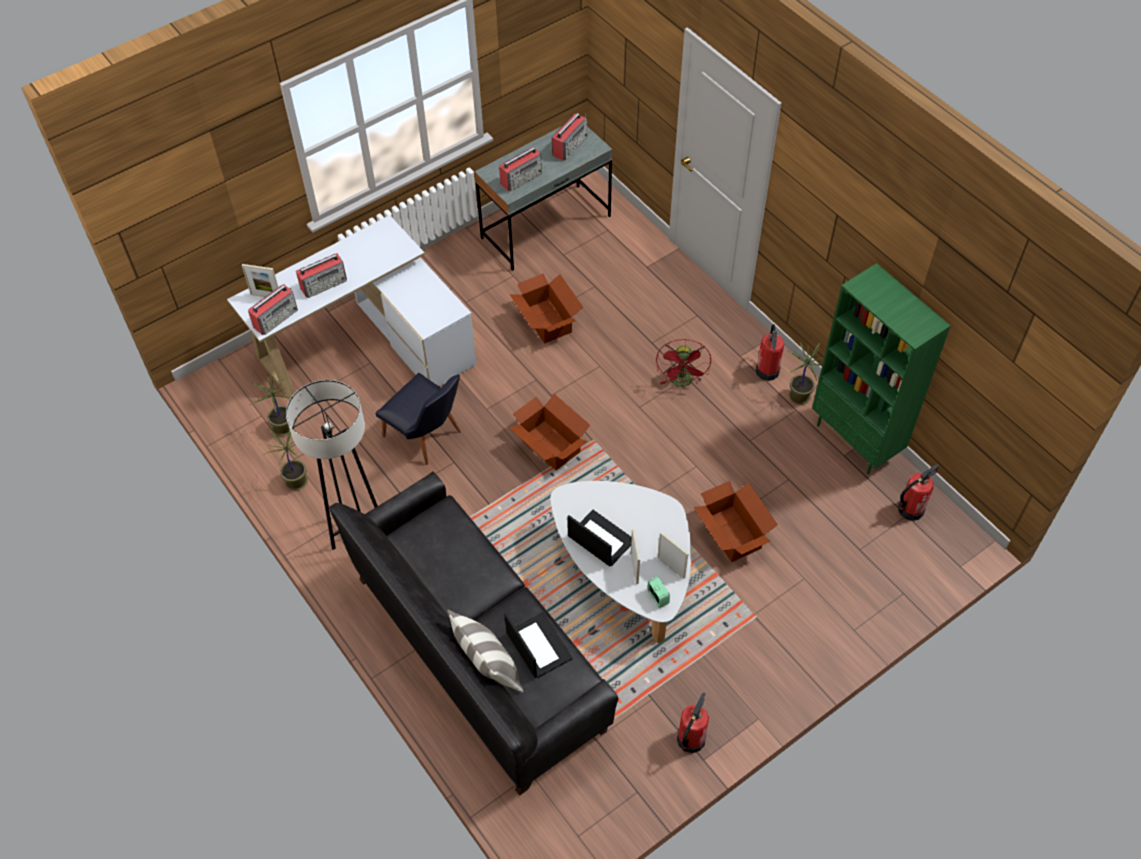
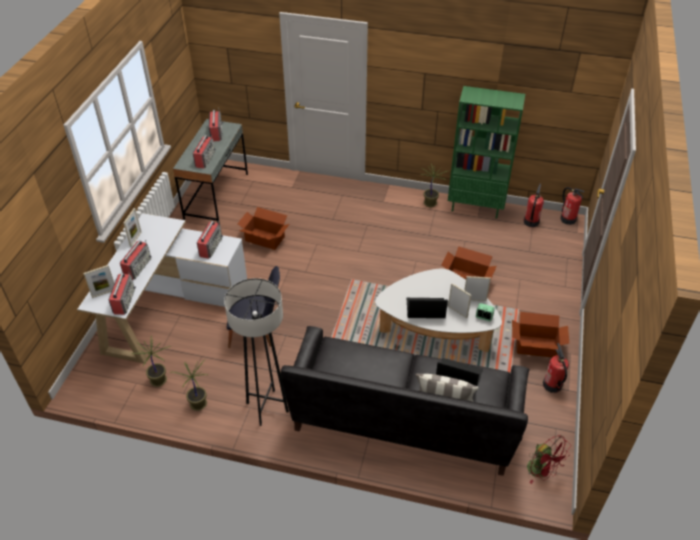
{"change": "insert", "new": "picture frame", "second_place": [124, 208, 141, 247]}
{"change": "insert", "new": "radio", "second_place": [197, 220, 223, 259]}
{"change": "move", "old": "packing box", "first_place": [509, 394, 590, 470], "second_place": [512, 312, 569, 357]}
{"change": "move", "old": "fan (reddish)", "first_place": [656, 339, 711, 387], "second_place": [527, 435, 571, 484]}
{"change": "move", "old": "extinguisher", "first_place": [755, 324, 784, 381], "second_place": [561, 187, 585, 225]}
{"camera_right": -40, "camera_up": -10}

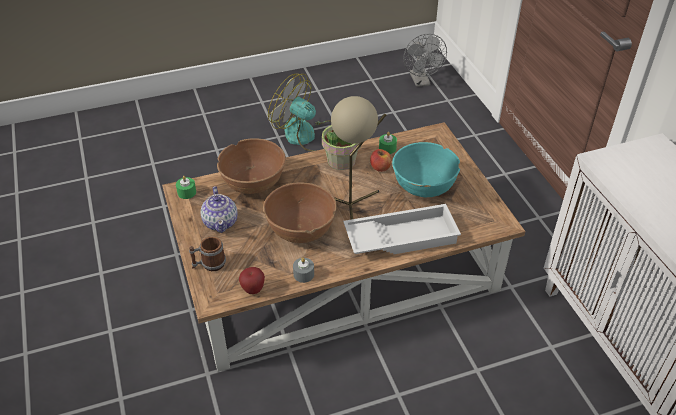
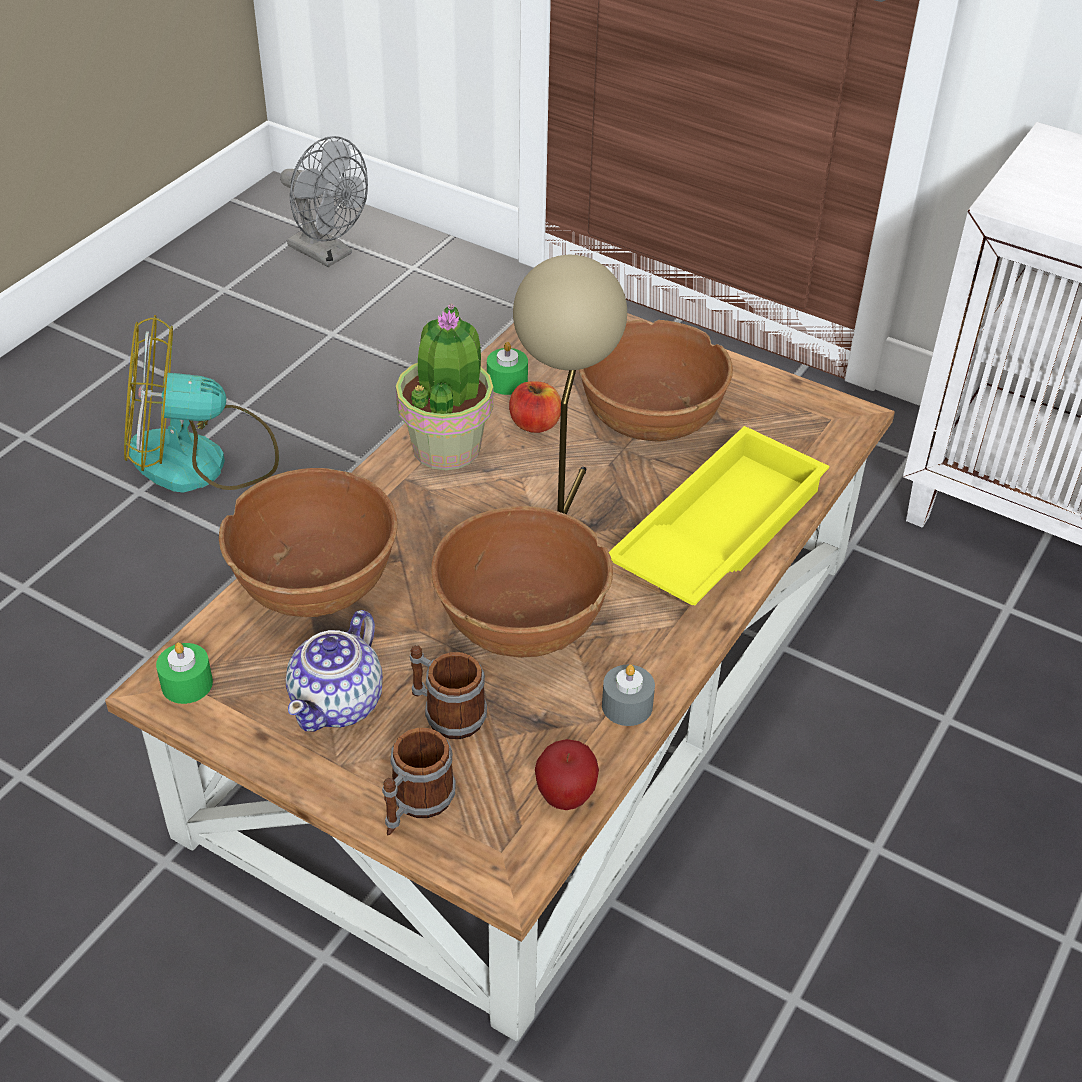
{"change": "rotate", "old": "teapot", "first_place": [200, 186, 238, 233], "second_place": [286, 610, 383, 732], "degrees": 75}
{"change": "insert", "new": "mug", "second_place": [410, 645, 487, 739]}
{"change": "recolor", "old": "serving bowl (blue-green)", "new": "serving bowl (brown)", "first_place": [392, 142, 460, 197], "second_place": [579, 320, 733, 442]}
{"change": "recolor", "old": "tray (white)", "new": "tray (yellow-coloured)", "first_place": [343, 204, 461, 254], "second_place": [609, 426, 829, 606]}
{"camera_right": -40, "camera_up": 0}

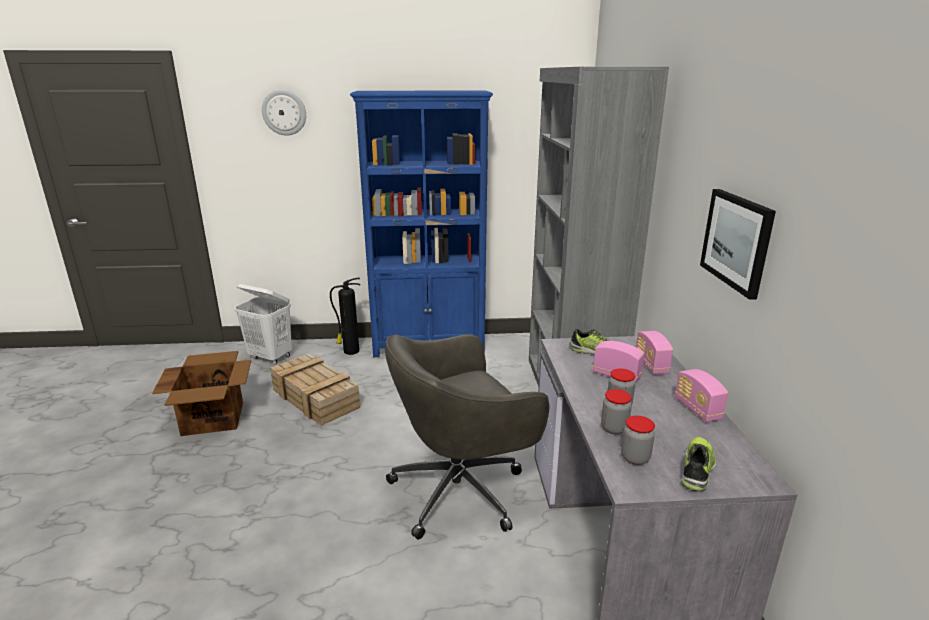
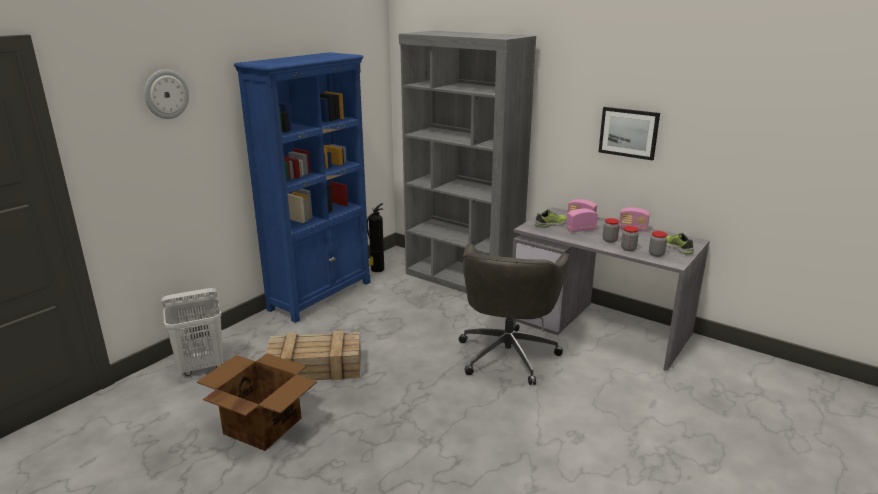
{"change": "move", "old": "extinguisher", "first_place": [330, 278, 360, 355], "second_place": [367, 203, 384, 272]}
{"camera_right": -50, "camera_up": 0}

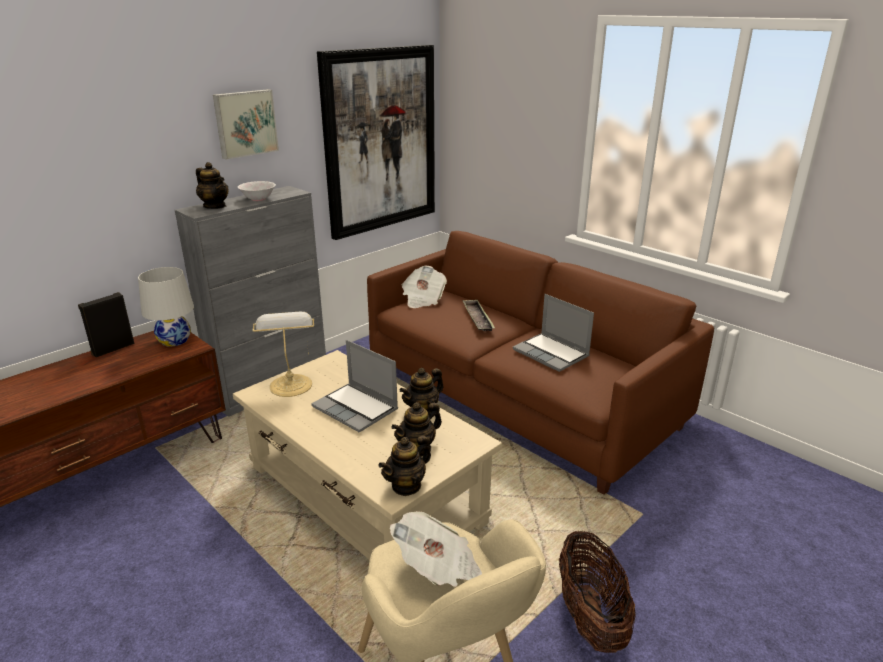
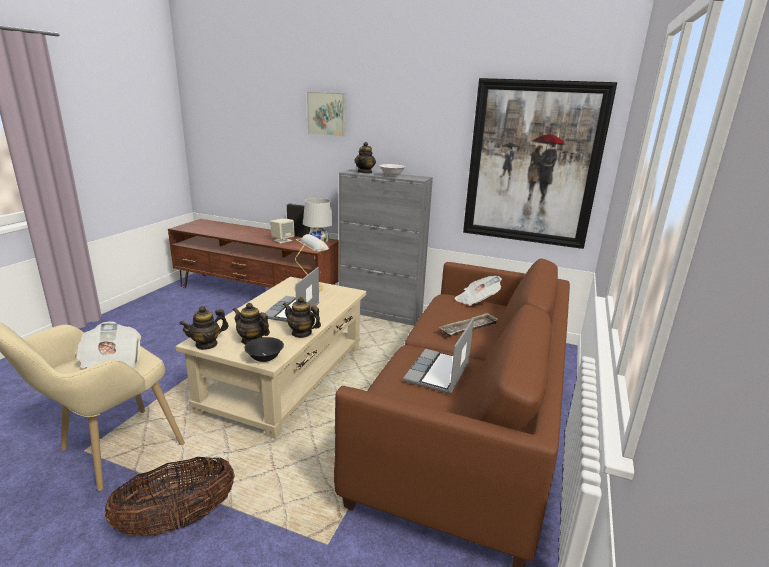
{"change": "rotate", "old": "teapot", "first_place": [378, 435, 431, 496], "second_place": [179, 306, 228, 350], "degrees": -60}
{"change": "insert", "new": "serving bowl (blackish)", "second_place": [244, 337, 284, 362]}
{"change": "insert", "new": "speaker (beige-coloured)", "second_place": [270, 218, 295, 243]}
{"change": "move", "old": "wall art", "first_place": [213, 89, 279, 160], "second_place": [307, 92, 346, 137]}
{"camera_right": 65, "camera_up": -5}

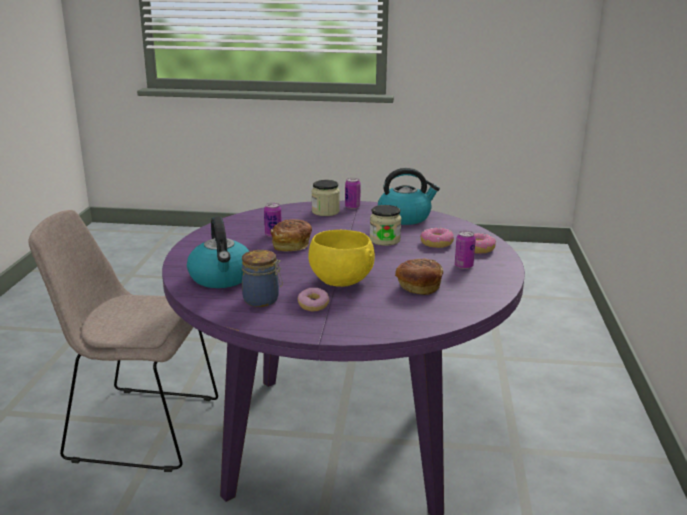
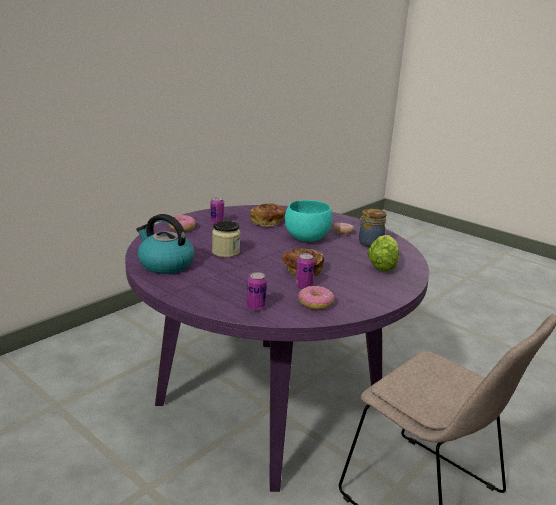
{"change": "move", "old": "can", "first_place": [345, 178, 361, 209], "second_place": [247, 272, 267, 311]}
{"change": "recolor", "old": "serving bowl (yellow-coloured)", "new": "serving bowl (blue-green)", "first_place": [308, 230, 375, 287], "second_place": [285, 200, 332, 242]}
{"change": "move", "old": "donut", "first_place": [420, 227, 454, 248], "second_place": [299, 286, 334, 310]}
{"change": "replace", "old": "tea kettle", "new": "lettuce", "first_place": [187, 217, 249, 288], "second_place": [367, 235, 399, 271]}
{"change": "delete", "old": "jar", "first_place": [312, 180, 340, 216]}
{"camera_right": -145, "camera_up": 0}

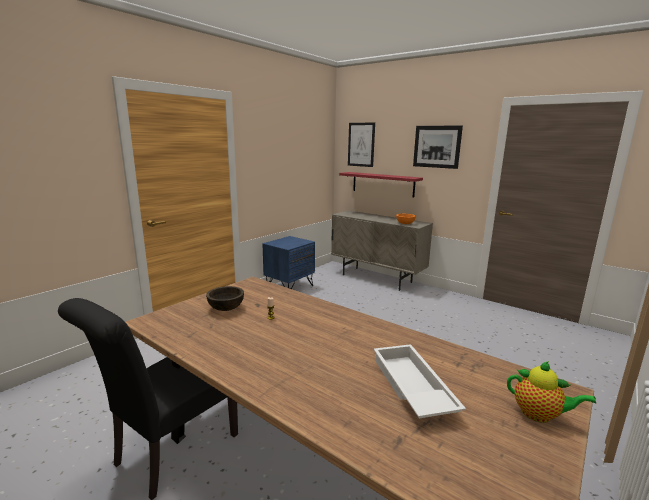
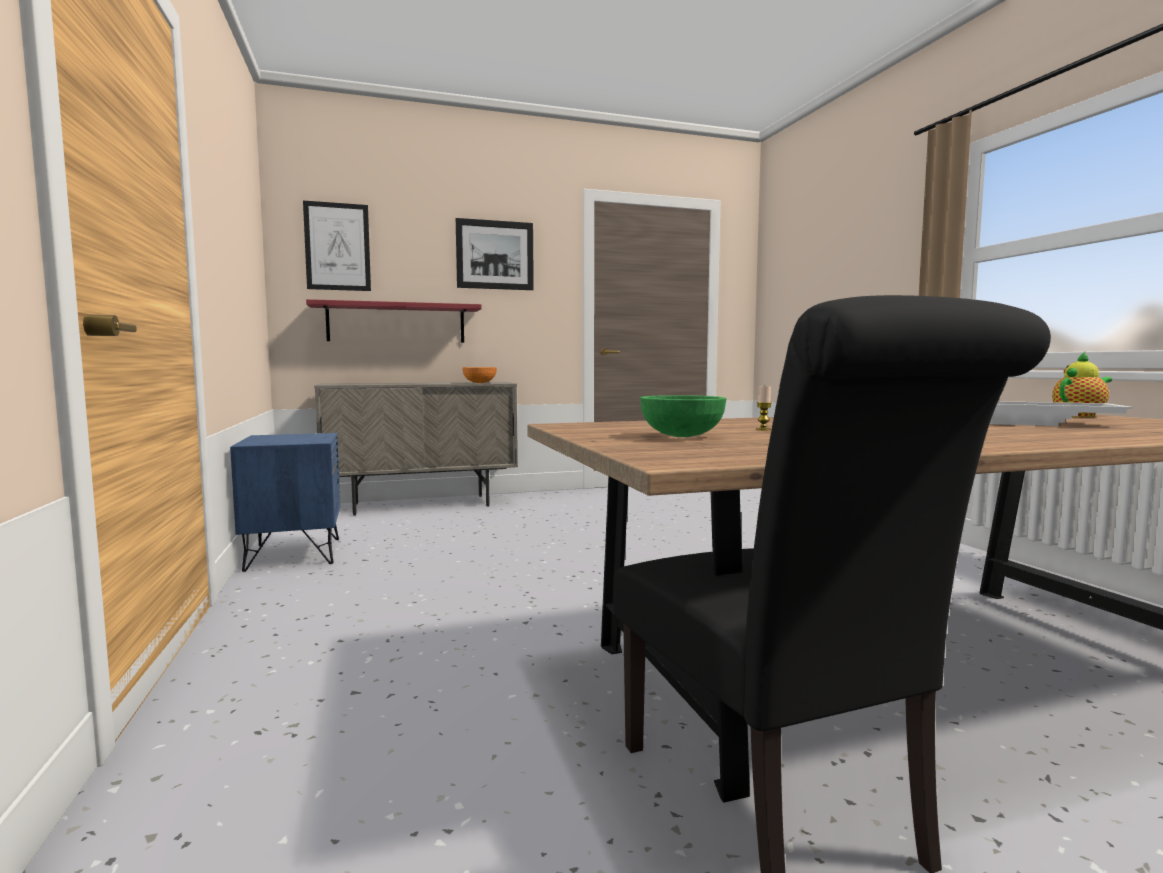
{"change": "recolor", "old": "serving bowl (brown)", "new": "serving bowl (greenish)", "first_place": [206, 286, 244, 311], "second_place": [640, 395, 727, 437]}
{"camera_right": -55, "camera_up": -10}

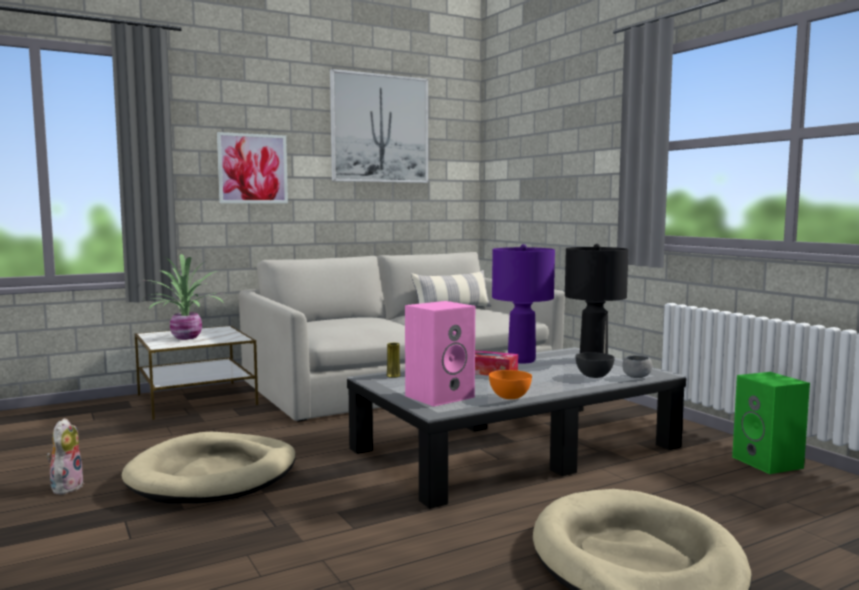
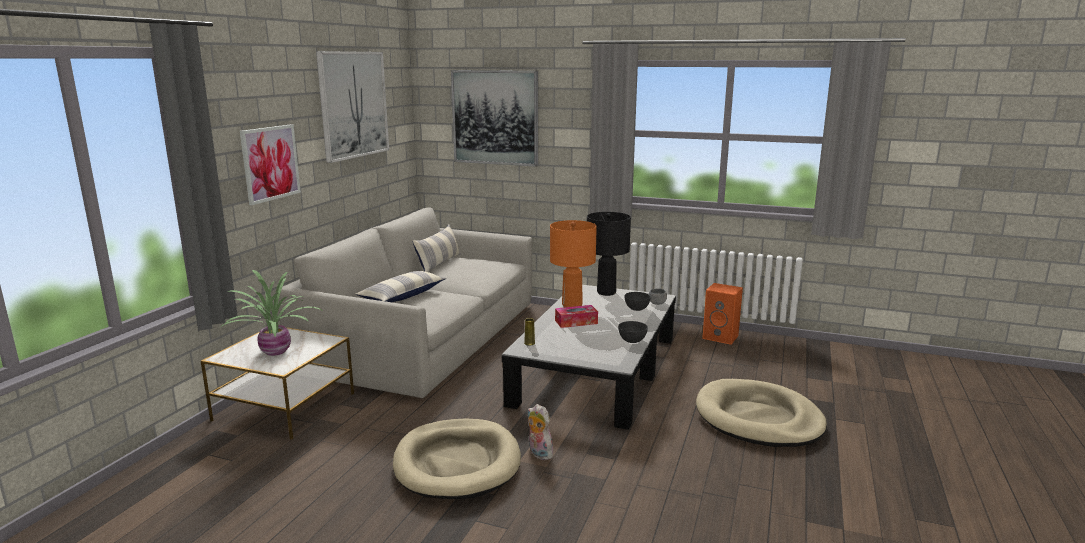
{"change": "insert", "new": "throw pillow", "second_place": [355, 271, 446, 302]}
{"change": "insert", "new": "wall art", "second_place": [451, 70, 538, 167]}
{"change": "move", "old": "soft toy", "first_place": [47, 418, 84, 495], "second_place": [528, 404, 554, 460]}
{"change": "recolor", "old": "lamp for a table (purple)", "new": "lamp for a table (orangey)", "first_place": [492, 244, 555, 363], "second_place": [550, 220, 597, 307]}
{"change": "recolor", "old": "serving bowl (orangey)", "new": "serving bowl (grey)", "first_place": [489, 370, 532, 399], "second_place": [618, 321, 648, 343]}
{"change": "recolor", "old": "speaker (greenish)", "new": "speaker (orangey)", "first_place": [732, 372, 810, 474], "second_place": [702, 283, 743, 345]}
{"change": "delete", "old": "speaker (pink-coloured)", "first_place": [405, 301, 475, 407]}
{"camera_right": -40, "camera_up": 10}

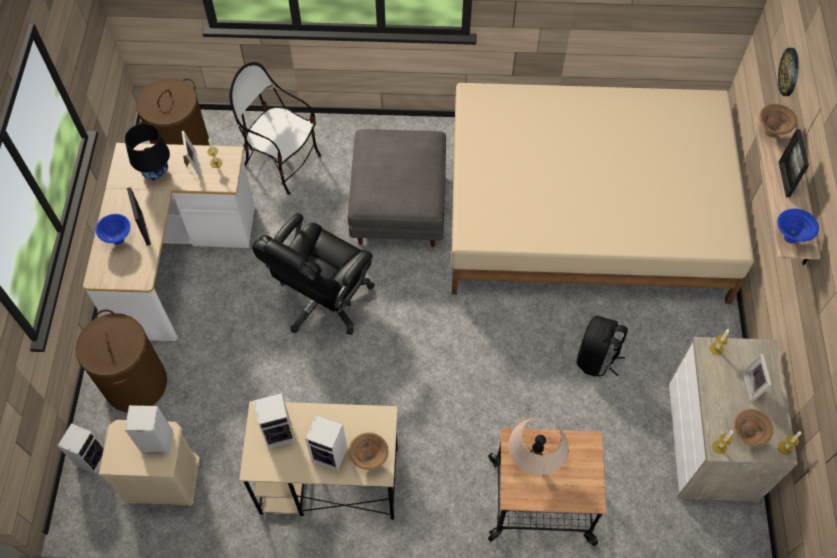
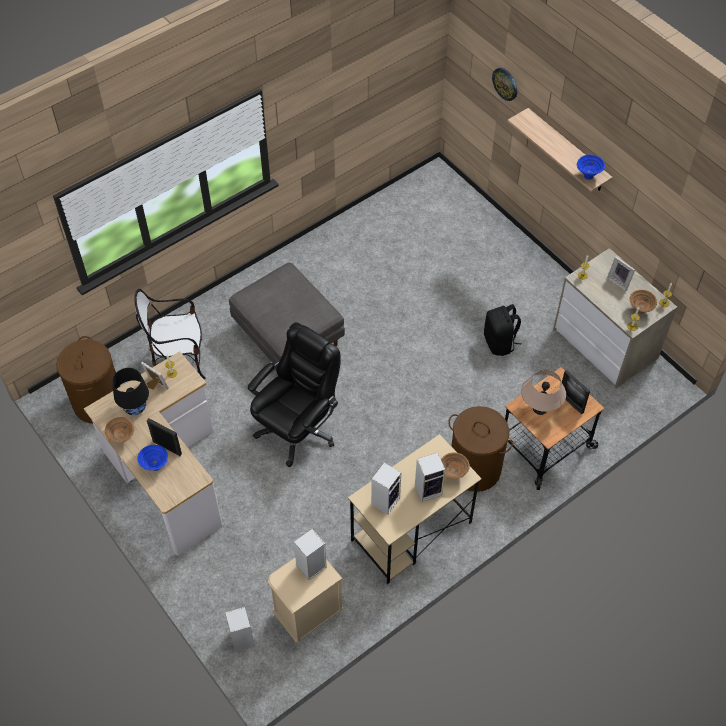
{"change": "move", "old": "serving bowl (brown)", "first_place": [759, 104, 797, 137], "second_place": [105, 417, 134, 443]}
{"change": "rotate", "old": "office chair (blackish)", "first_place": [252, 213, 375, 335], "second_place": [248, 322, 341, 467], "degrees": -135}
{"change": "move", "old": "hamper (brown)", "first_place": [75, 309, 167, 412], "second_place": [448, 406, 513, 492]}
{"change": "move", "old": "picture frame", "first_place": [778, 129, 809, 197], "second_place": [562, 370, 590, 414]}
{"change": "delete", "old": "bed (beige-coloured)", "first_place": [451, 83, 754, 304]}
{"camera_right": -40, "camera_up": -5}

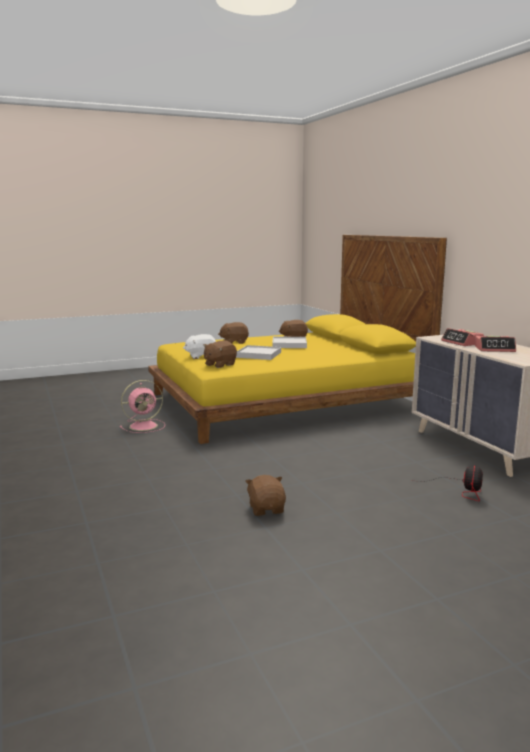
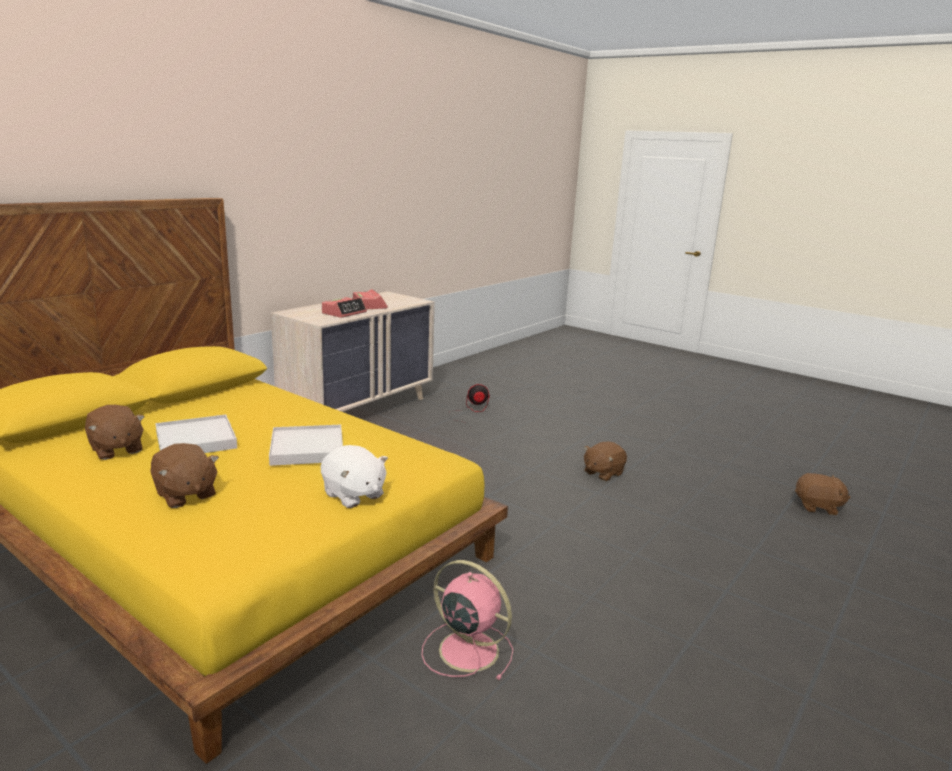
{"change": "move", "old": "soft toy (brown)", "first_place": [203, 340, 237, 368], "second_place": [795, 473, 851, 515]}
{"camera_right": -120, "camera_up": 5}

